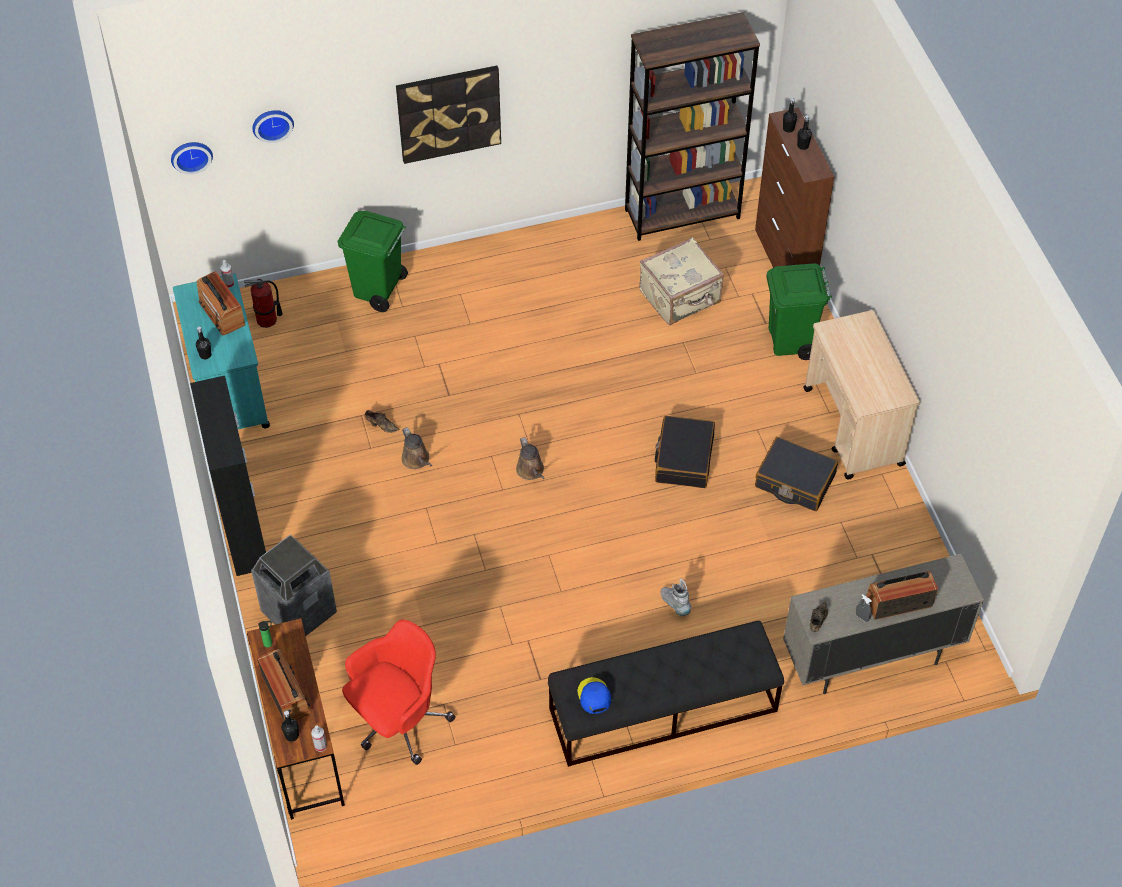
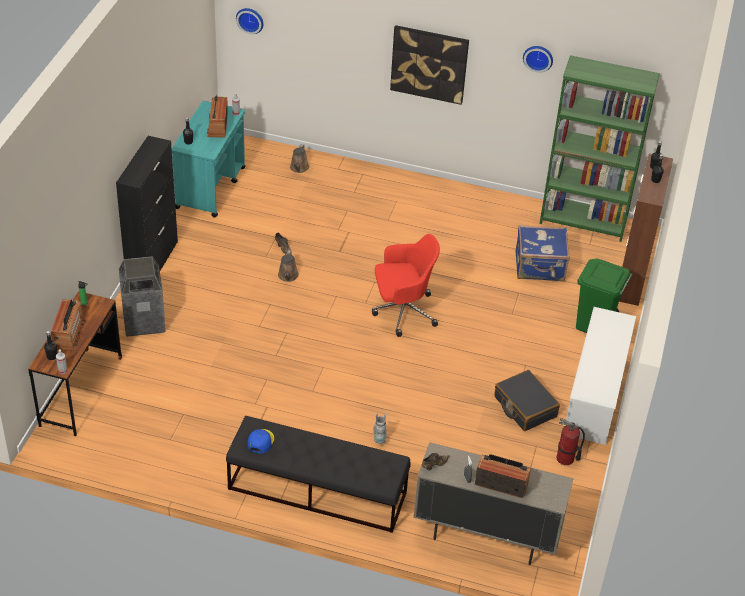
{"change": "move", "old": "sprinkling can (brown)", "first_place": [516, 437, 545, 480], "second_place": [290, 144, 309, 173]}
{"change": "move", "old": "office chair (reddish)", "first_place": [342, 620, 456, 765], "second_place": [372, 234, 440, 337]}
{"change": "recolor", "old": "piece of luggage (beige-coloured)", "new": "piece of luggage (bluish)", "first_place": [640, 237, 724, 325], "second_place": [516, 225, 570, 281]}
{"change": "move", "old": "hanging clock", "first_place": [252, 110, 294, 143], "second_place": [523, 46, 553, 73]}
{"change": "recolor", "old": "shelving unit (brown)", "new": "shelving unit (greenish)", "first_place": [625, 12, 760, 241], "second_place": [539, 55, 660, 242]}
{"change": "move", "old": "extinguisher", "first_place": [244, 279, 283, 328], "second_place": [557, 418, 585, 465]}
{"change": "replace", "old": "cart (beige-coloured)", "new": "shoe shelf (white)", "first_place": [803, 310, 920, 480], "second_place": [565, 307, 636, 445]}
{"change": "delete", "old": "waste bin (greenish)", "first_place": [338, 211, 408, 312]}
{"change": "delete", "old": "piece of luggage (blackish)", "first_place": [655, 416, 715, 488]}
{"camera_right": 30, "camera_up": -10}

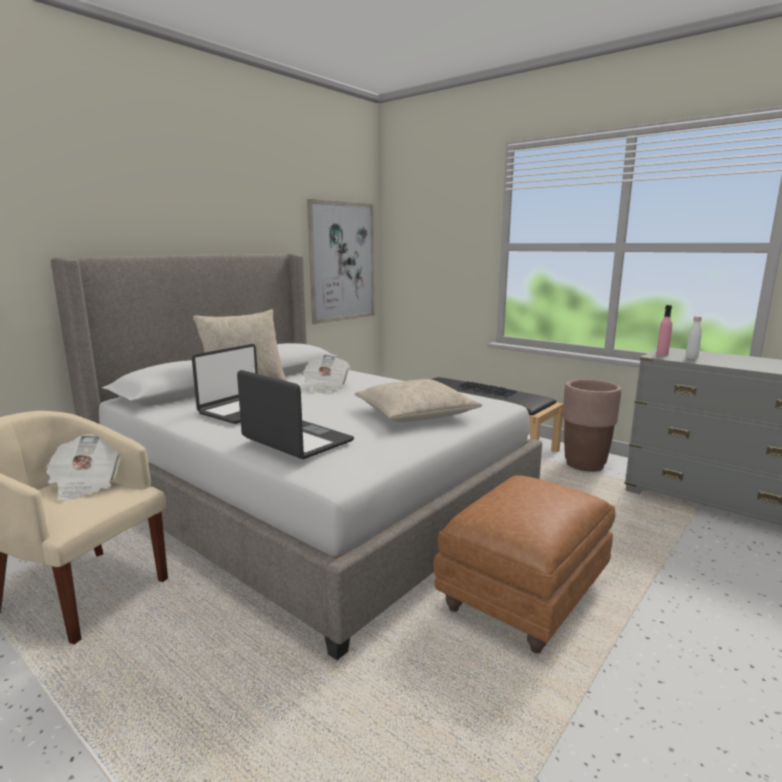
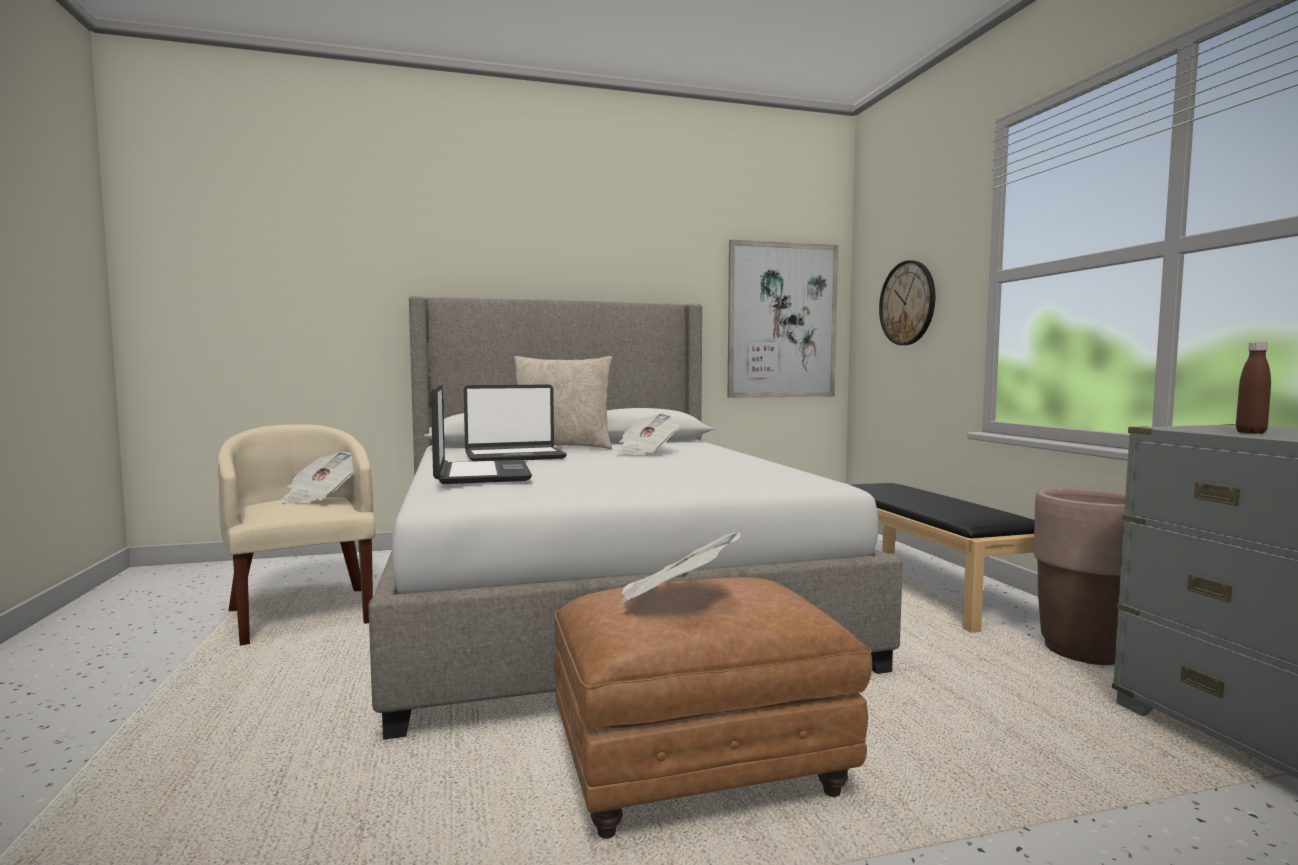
{"change": "insert", "new": "newspaper", "second_place": [622, 532, 741, 603]}
{"change": "insert", "new": "hanging clock", "second_place": [879, 260, 936, 345]}
{"change": "recolor", "old": "bottle (white)", "new": "bottle (brown)", "first_place": [686, 316, 702, 360], "second_place": [1236, 342, 1271, 434]}
{"change": "delete", "old": "throw pillow (beige-coloured)", "first_place": [355, 379, 483, 422]}
{"change": "delete", "old": "keyboard", "first_place": [458, 381, 516, 396]}
{"change": "delete", "old": "bottle (pink-coloured)", "first_place": [656, 305, 672, 355]}
{"camera_right": 35, "camera_up": -10}

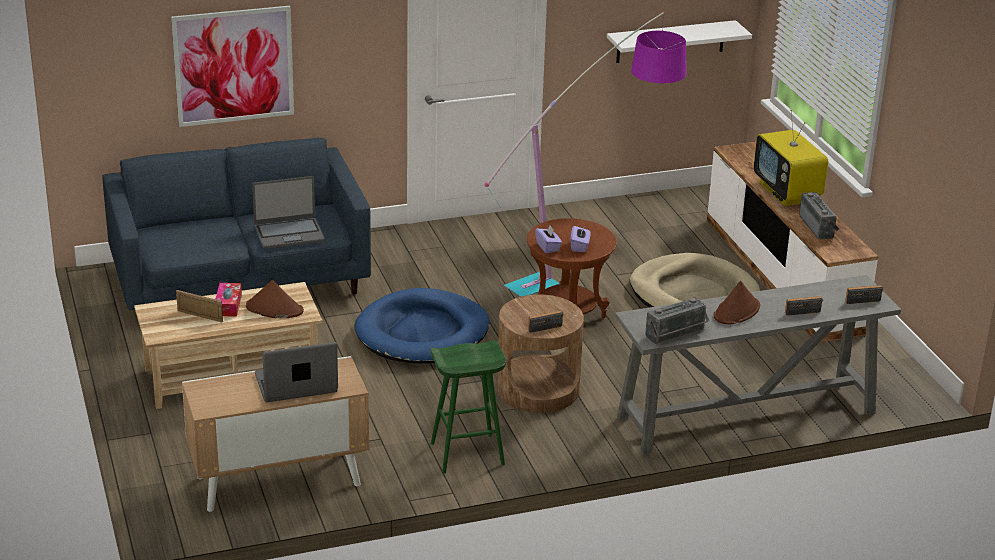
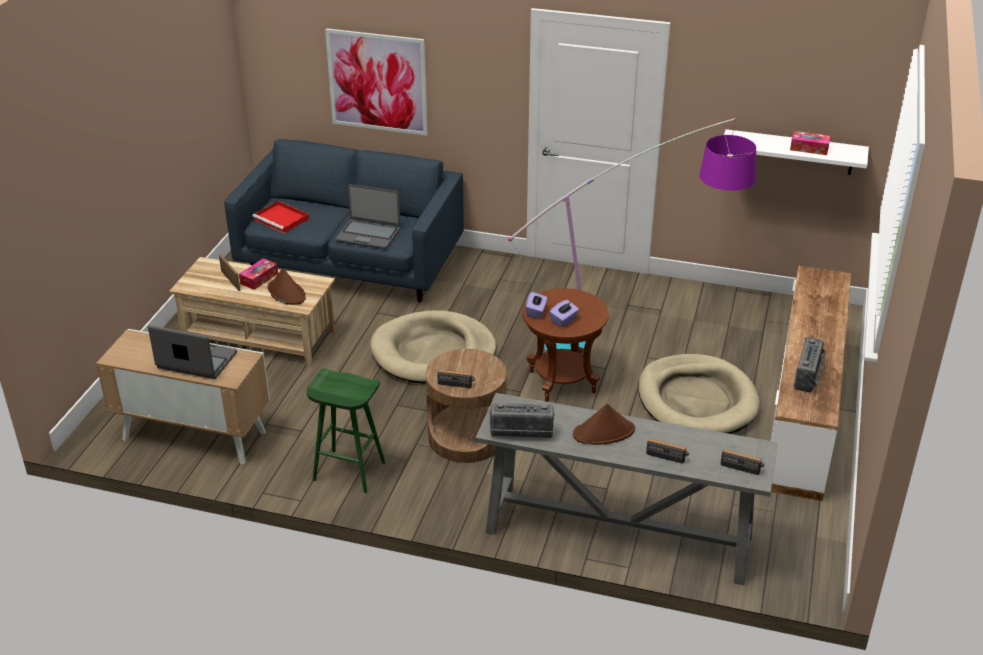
{"change": "insert", "new": "tray (reddish)", "second_place": [252, 201, 309, 233]}
{"change": "recolor", "old": "pet bed (bluish)", "new": "pet bed (beige-coloured)", "first_place": [355, 288, 490, 364], "second_place": [370, 310, 496, 384]}
{"change": "insert", "new": "tissue box", "second_place": [790, 131, 831, 155]}
{"change": "delete", "old": "TV", "first_place": [754, 110, 828, 206]}
{"camera_right": 35, "camera_up": 5}

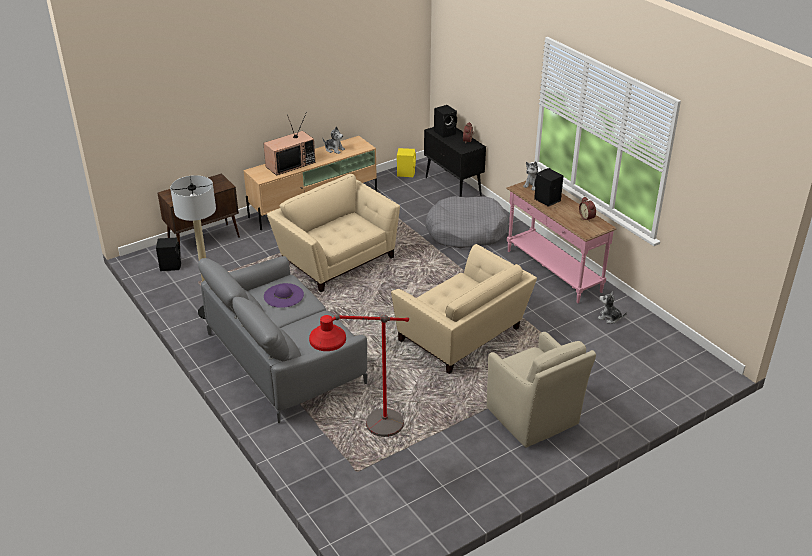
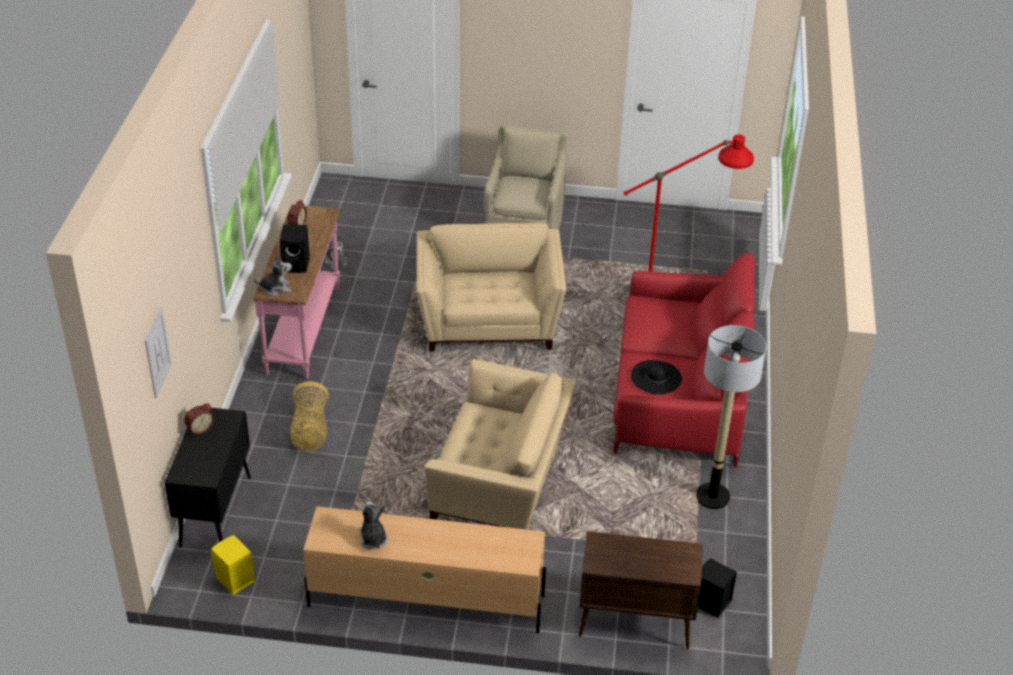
{"change": "insert", "new": "wall art", "second_place": [145, 307, 172, 398]}
{"change": "replace", "old": "pet bed (grey)", "new": "basket", "first_place": [426, 196, 508, 248], "second_place": [290, 381, 329, 451]}
{"change": "rotate", "old": "lounge chair (beige-coloured)", "first_place": [267, 174, 400, 292], "second_place": [424, 359, 577, 529], "degrees": -75}
{"change": "recolor", "old": "couch (grey)", "new": "couch (reddish)", "first_place": [198, 256, 367, 423], "second_place": [614, 253, 755, 468]}
{"change": "recolor", "old": "hat (purple)", "new": "hat (blackish)", "first_place": [264, 283, 304, 308], "second_place": [631, 360, 682, 395]}
{"change": "delete", "old": "TV", "first_place": [263, 112, 315, 176]}
{"change": "delete", "old": "speaker (blackish)", "first_place": [434, 105, 457, 138]}
{"camera_right": -140, "camera_up": 5}

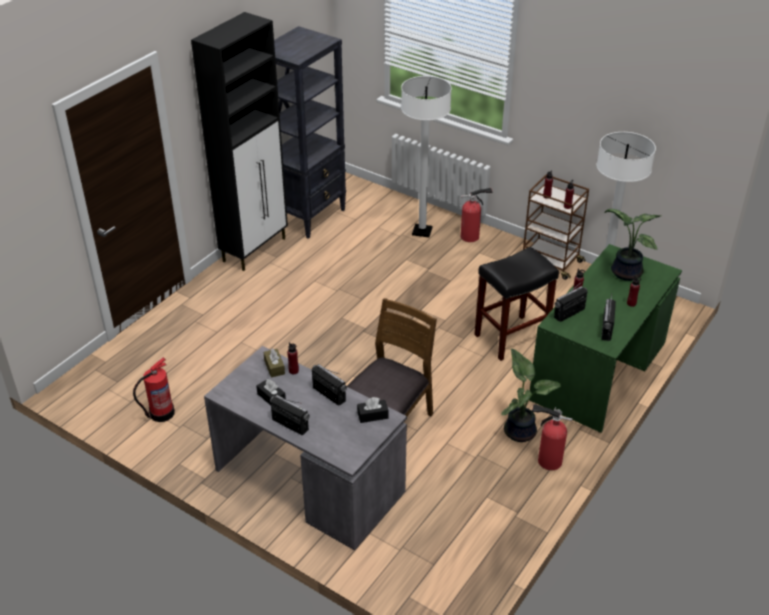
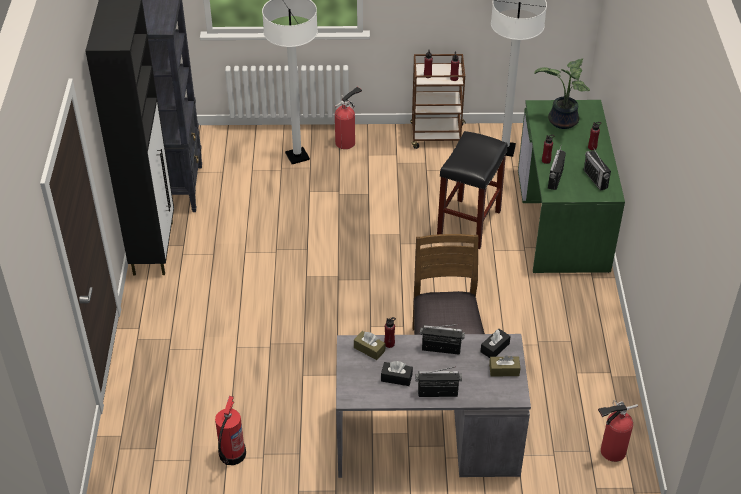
{"change": "insert", "new": "tissue box (brown)", "second_place": [489, 355, 520, 376]}
{"change": "move", "old": "extinguisher", "first_place": [532, 404, 573, 470], "second_place": [598, 400, 638, 462]}
{"change": "delete", "old": "houseplant", "first_place": [502, 348, 562, 442]}
{"camera_right": -35, "camera_up": 5}

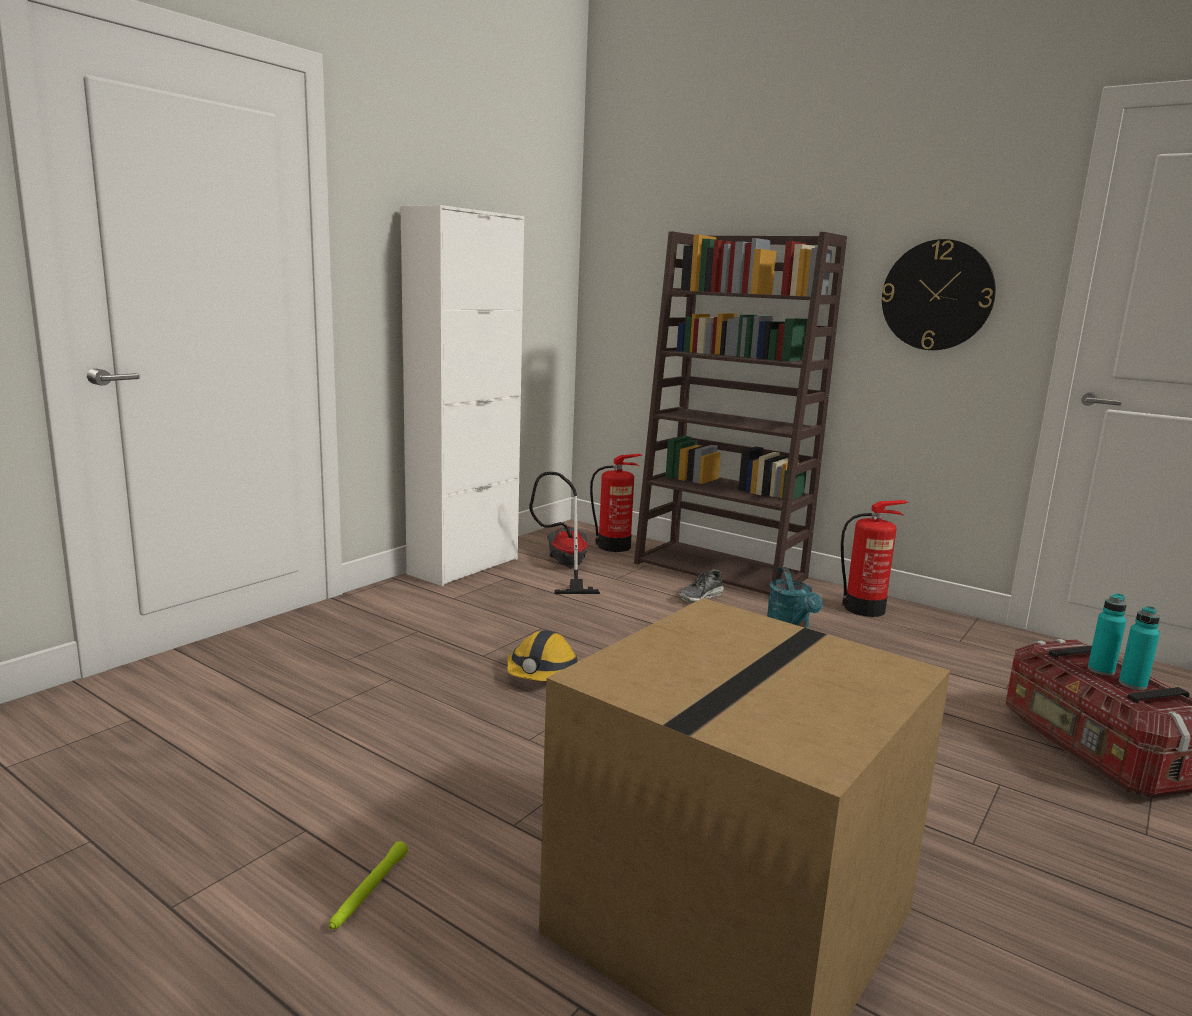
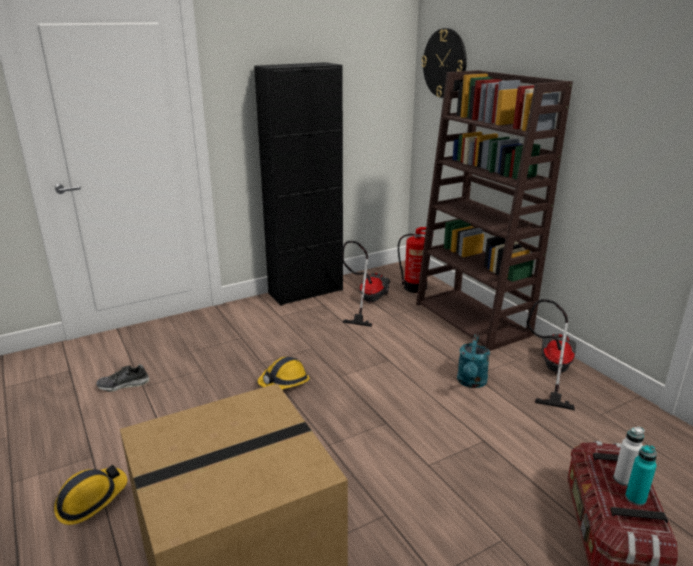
{"change": "replace", "old": "hand torch (greenish)", "new": "safety helmet", "first_place": [329, 841, 408, 929], "second_place": [54, 464, 127, 525]}
{"change": "move", "old": "item of footwear", "first_place": [678, 569, 724, 603], "second_place": [96, 364, 149, 392]}
{"change": "recolor", "old": "cupboard (white)", "new": "cupboard (blackish)", "first_place": [400, 205, 524, 586], "second_place": [254, 62, 343, 306]}
{"change": "move", "old": "hanging clock", "first_place": [882, 239, 996, 350], "second_place": [421, 28, 467, 98]}
{"change": "replace", "old": "extinguisher", "new": "vacuum", "first_place": [841, 500, 909, 617], "second_place": [527, 299, 576, 410]}
{"change": "recolor", "old": "bottle (blue-green)", "new": "bottle (white)", "first_place": [1088, 594, 1127, 676], "second_place": [614, 427, 645, 486]}
{"camera_right": 25, "camera_up": 10}

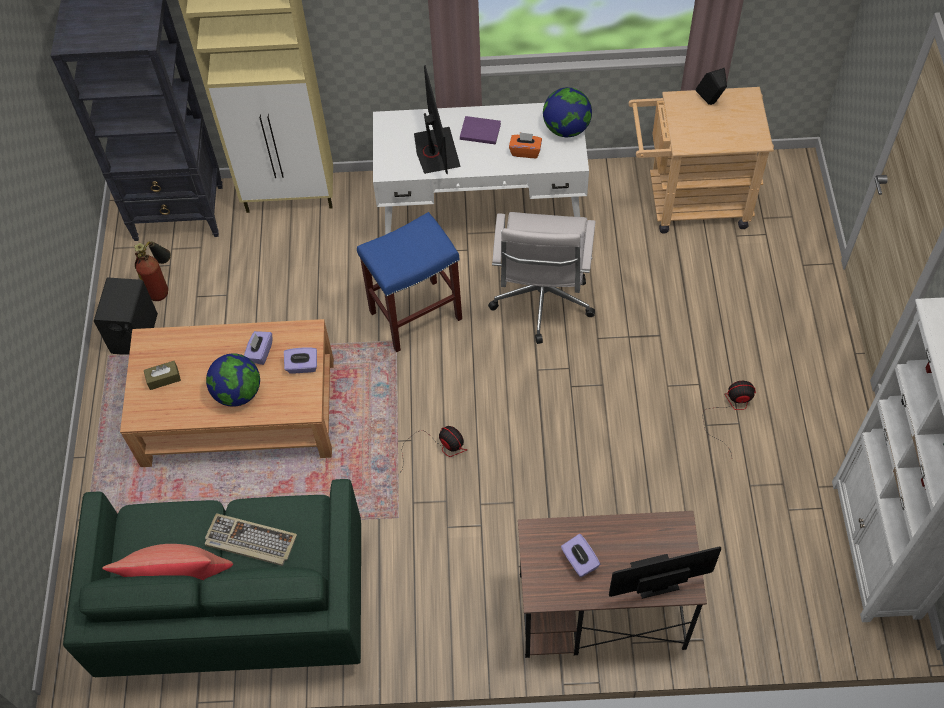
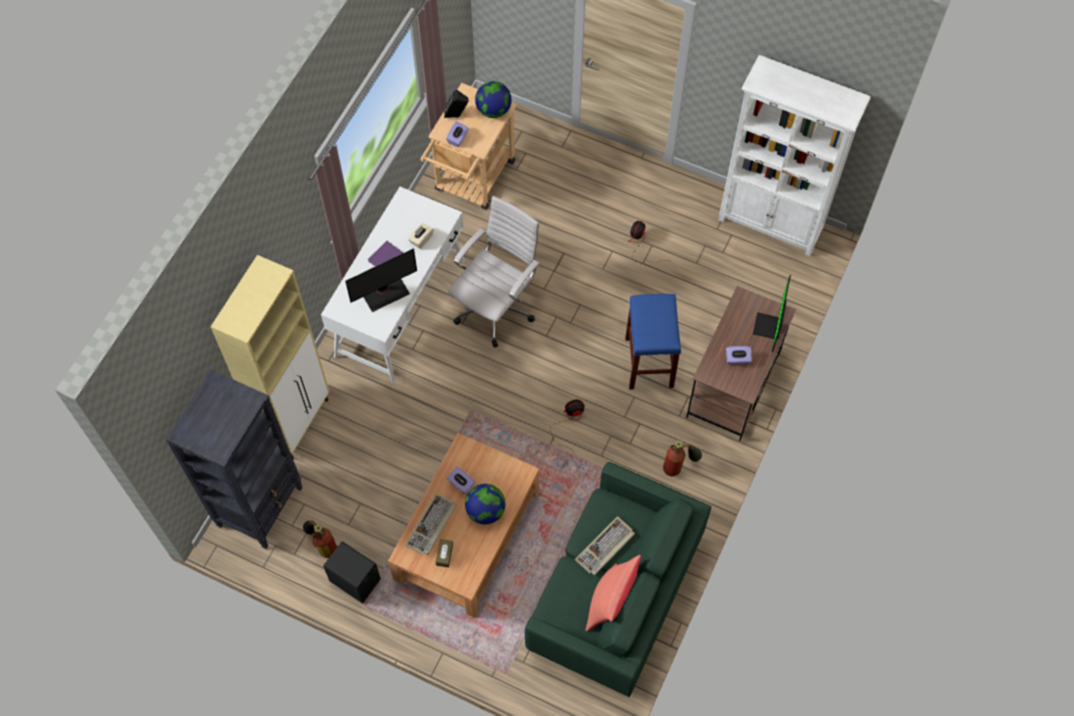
{"change": "rotate", "old": "computer display", "first_place": [414, 65, 461, 174], "second_place": [345, 248, 417, 312], "degrees": 135}
{"change": "insert", "new": "keyboard", "second_place": [405, 493, 457, 555]}
{"change": "recolor", "old": "tissue box (orangey)", "new": "tissue box (beige-coloured)", "first_place": [509, 132, 542, 158], "second_place": [408, 223, 434, 249]}
{"change": "move", "old": "tissue box (purple)", "first_place": [284, 348, 317, 374], "second_place": [446, 121, 469, 147]}
{"change": "rotate", "old": "office chair (white)", "first_place": [488, 212, 596, 344], "second_place": [448, 196, 540, 348], "degrees": -90}
{"change": "move", "old": "desk globe", "first_place": [543, 87, 592, 137], "second_place": [475, 81, 512, 118]}
{"change": "move", "old": "stool (bluish)", "first_place": [357, 212, 462, 352], "second_place": [625, 294, 681, 390]}
{"change": "insert", "new": "extinguisher", "second_place": [663, 440, 702, 477]}
{"camera_right": -65, "camera_up": 5}

